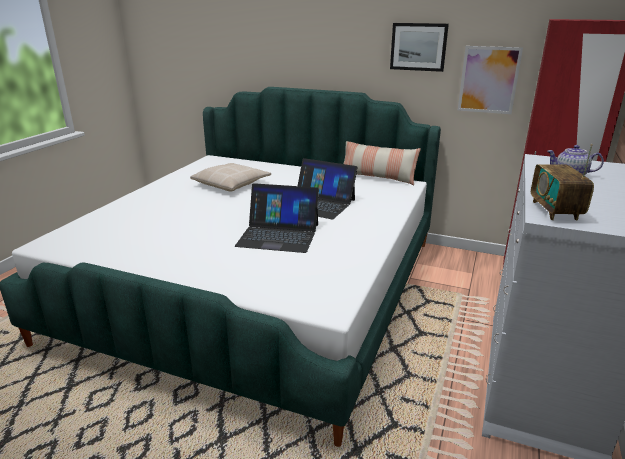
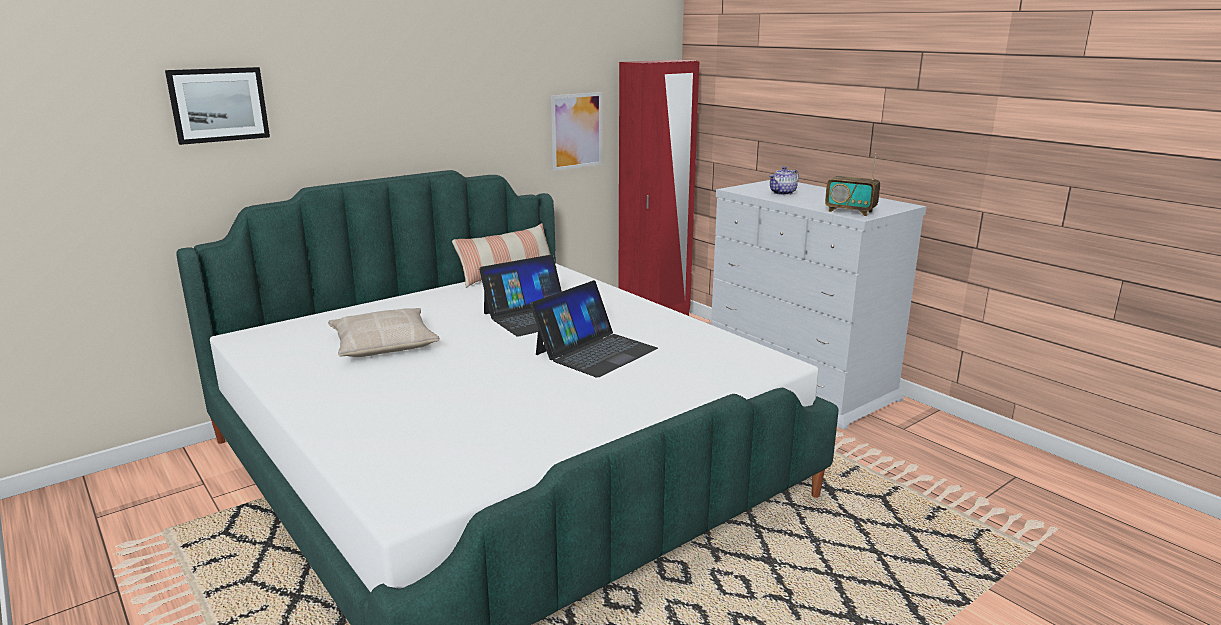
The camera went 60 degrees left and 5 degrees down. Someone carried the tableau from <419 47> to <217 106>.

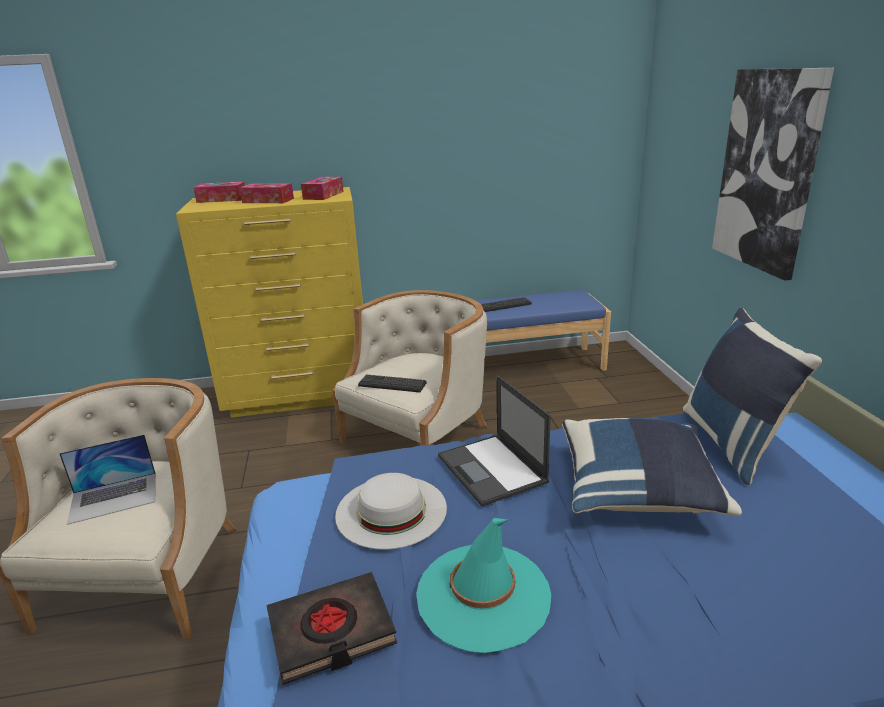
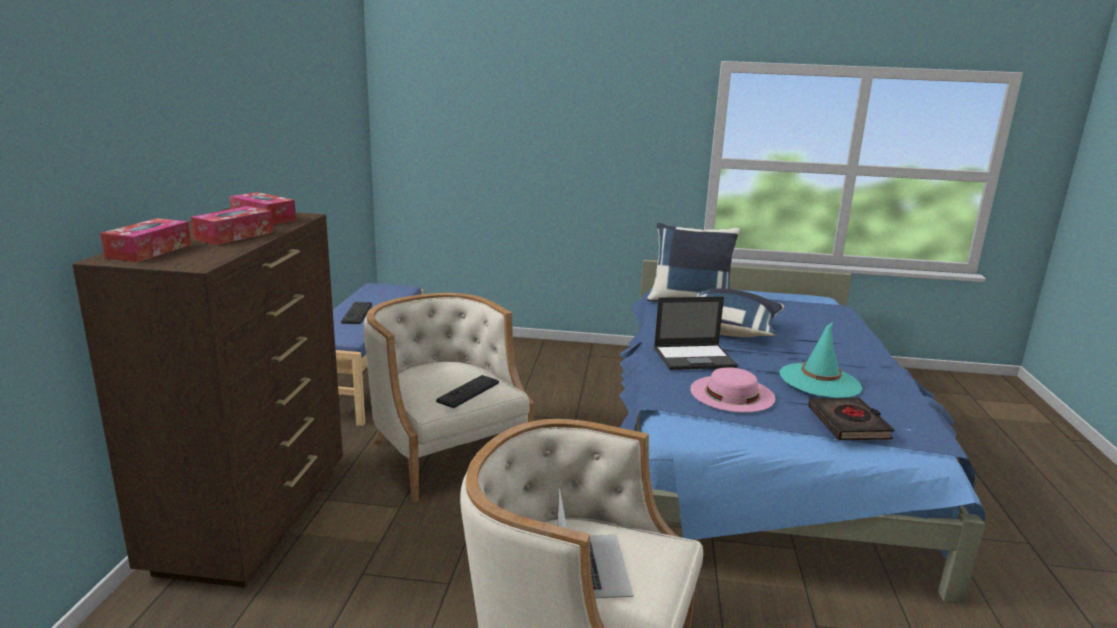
The camera went 75 degrees left and 5 degrees down. Someone took away the tableau at <773 174>. Someone repainted the commode (jaune) at <269 302>, which became the commode (marron) at <207 398>. Someone repainted the chapeau (blanc) at <391 511>, which became the chapeau (rose) at <732 389>.

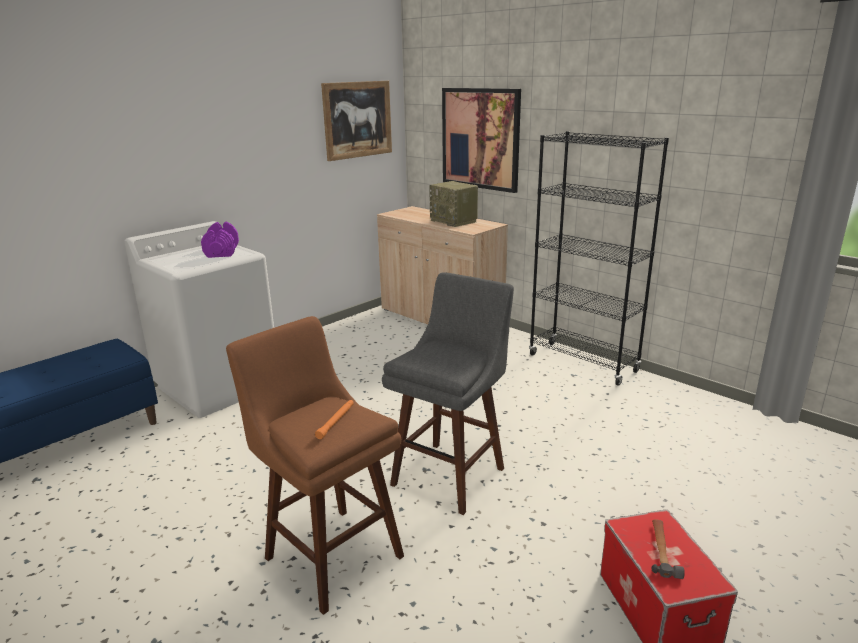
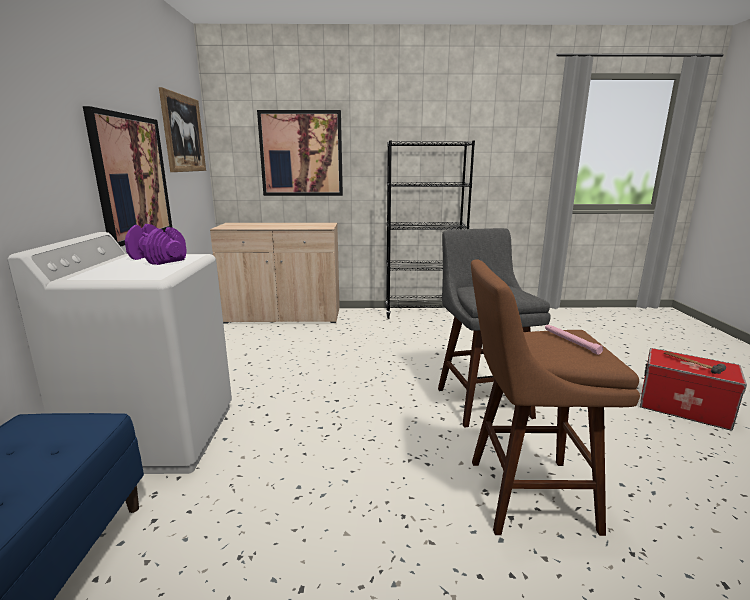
The camera went 45 degrees left and 5 degrees down. Someone took away the radio at <453 204>. Someone put up the tableau at <127 176>. Someone repainted the lampe de poche (orange) at <334 419>, which became the lampe de poche (rose) at <574 340>.

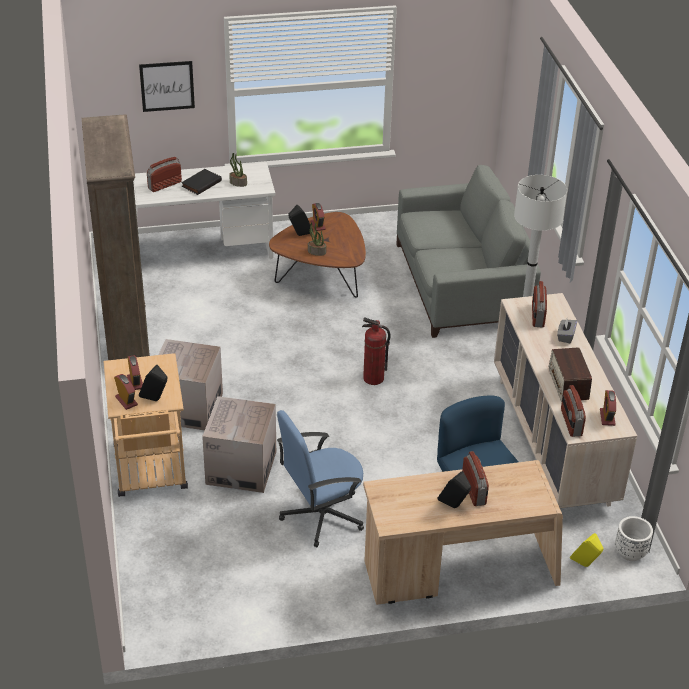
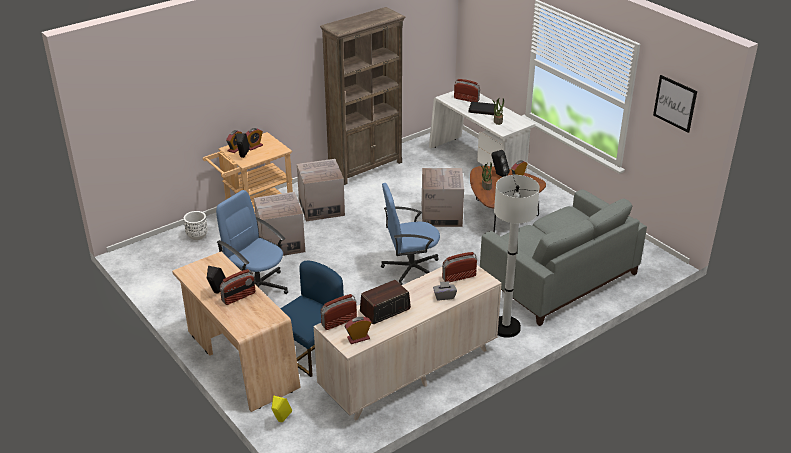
The camera went 65 degrees right and 5 degrees down. Someone put down the carton at <443 197>. Someone carried the tableau from <167 86> to <675 104>. Someone carried the cache-pot (blanc) from <634 538> to <196 225>. Someone swapped the extincteur at <376 351> for the chaise de bureau (bleu) at <410 234>.

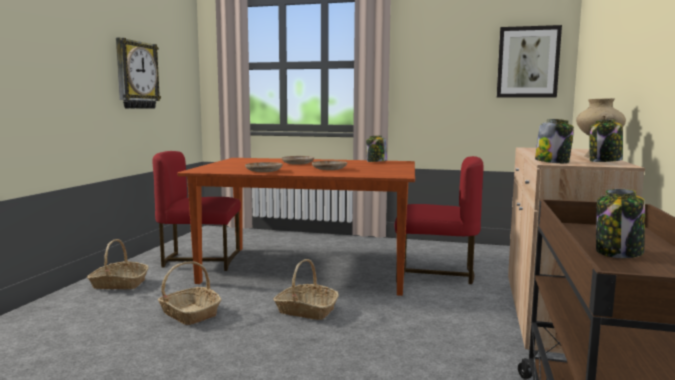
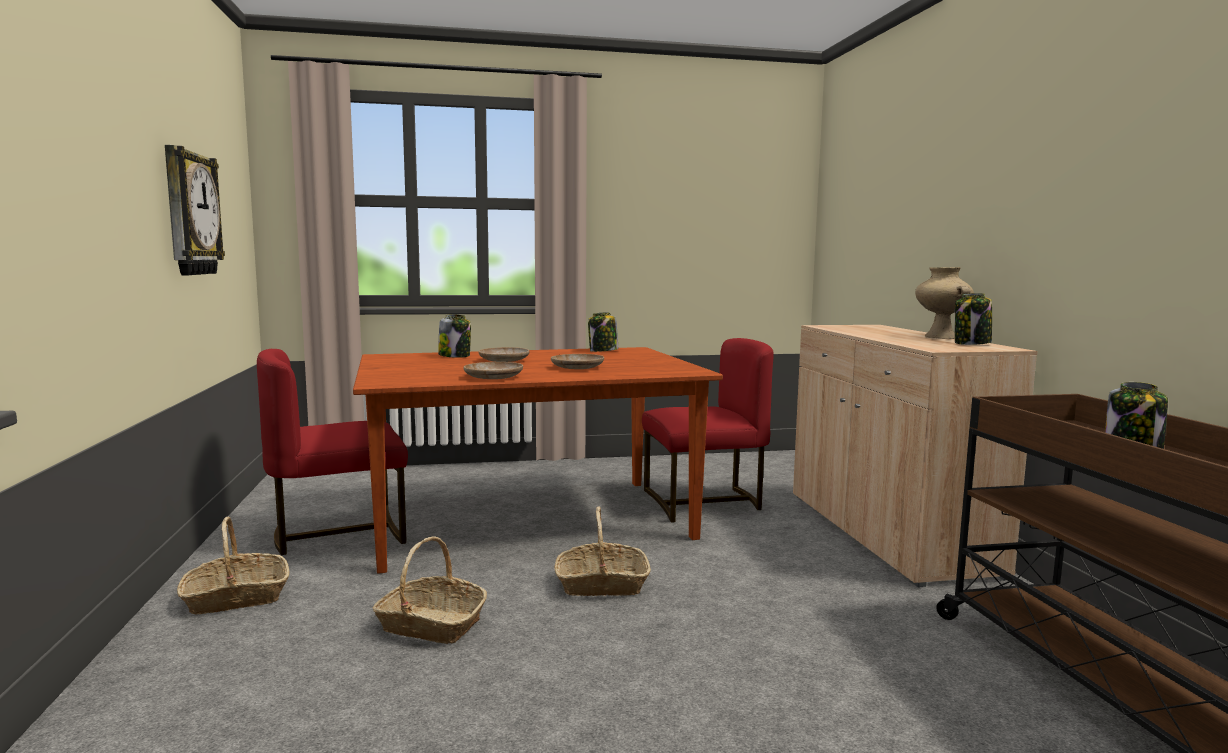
The camera went 25 degrees left and 0 degrees up. Someone took away the tableau at <529 61>. Someone carried the bocal from <554 141> to <454 336>.

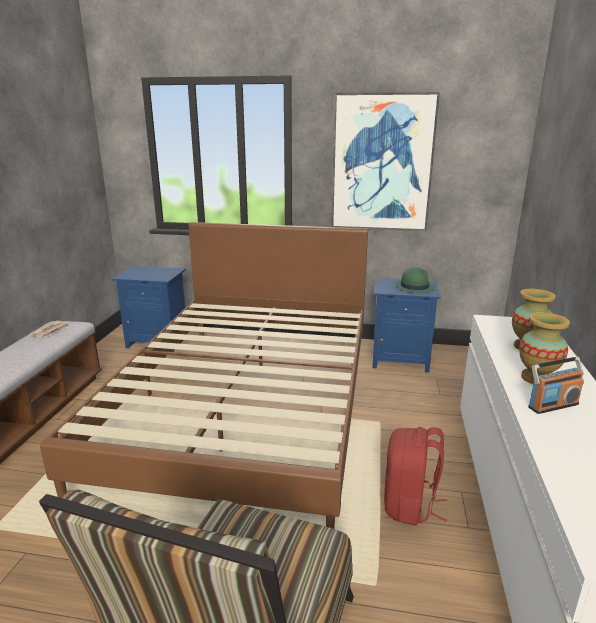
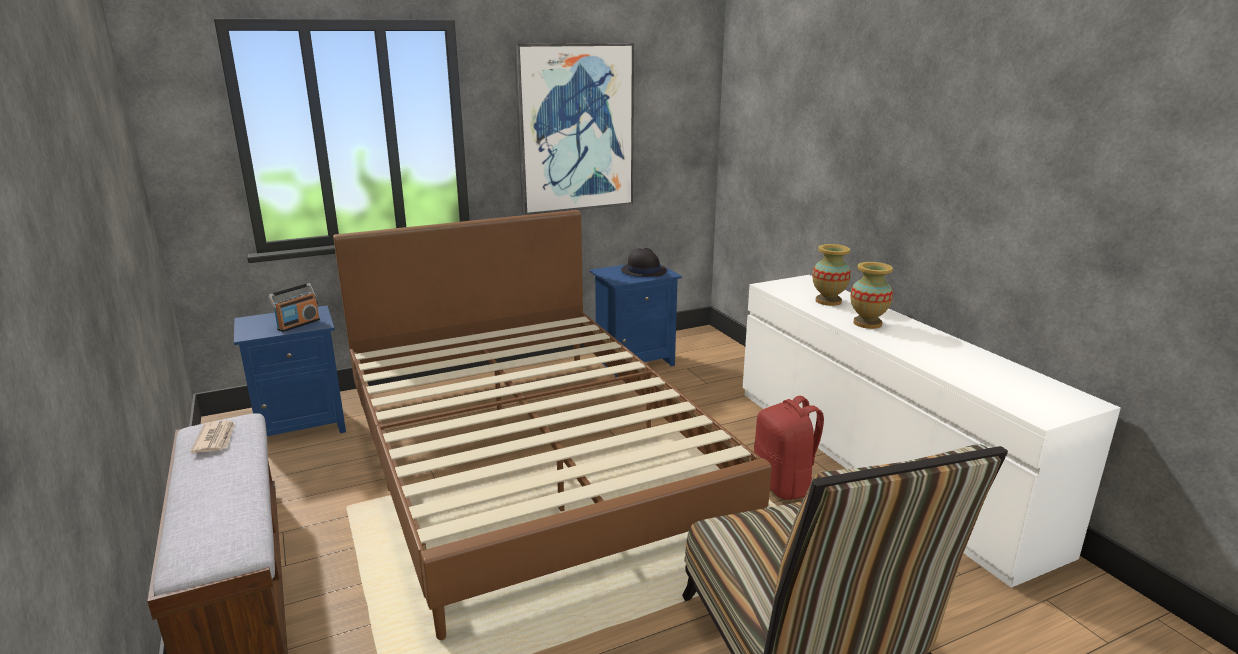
The camera went 35 degrees left and 0 degrees up. Someone carried the radio from <556 385> to <294 307>. Someone repainted the chapeau (vert) at <415 280>, which became the chapeau (noir) at <644 262>.

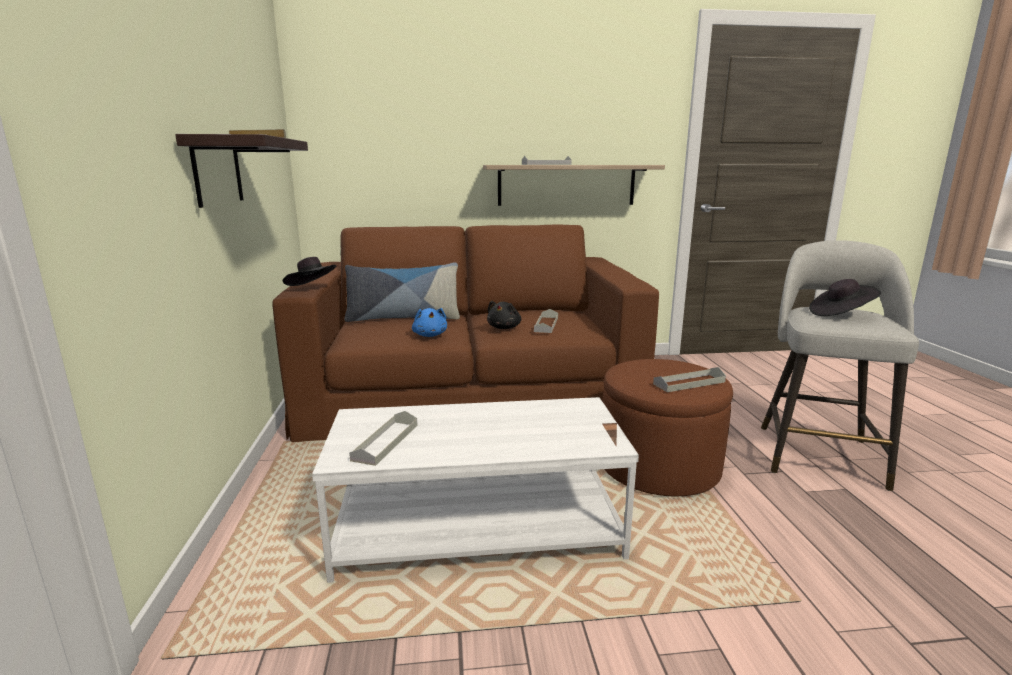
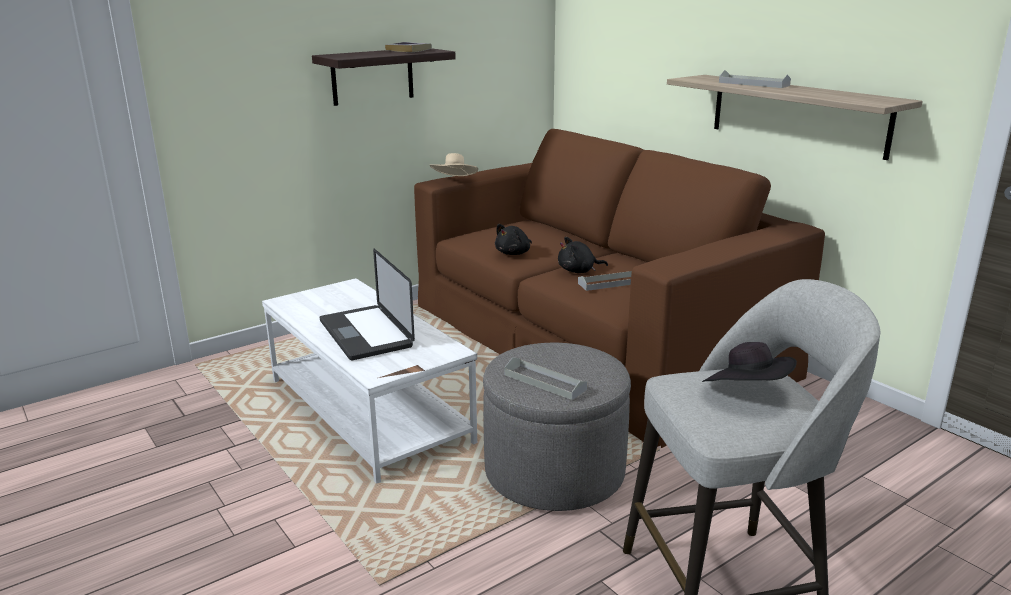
The camera went 60 degrees right and 5 degrees up. Someone took away the coussin at <402 292>. Someone took away the plateau (gris) at <383 438>. Someone put down the ordinateur portable at <367 304>. Someone repainted the chapeau (noir) at <310 271>, which became the chapeau (beige) at <454 164>. Someone repainted the peluche (bleu) at <429 322>, which became the peluche (noir) at <513 239>. Someone repainted the pouf (marron) at <667 427>, which became the pouf (gris) at <557 427>.

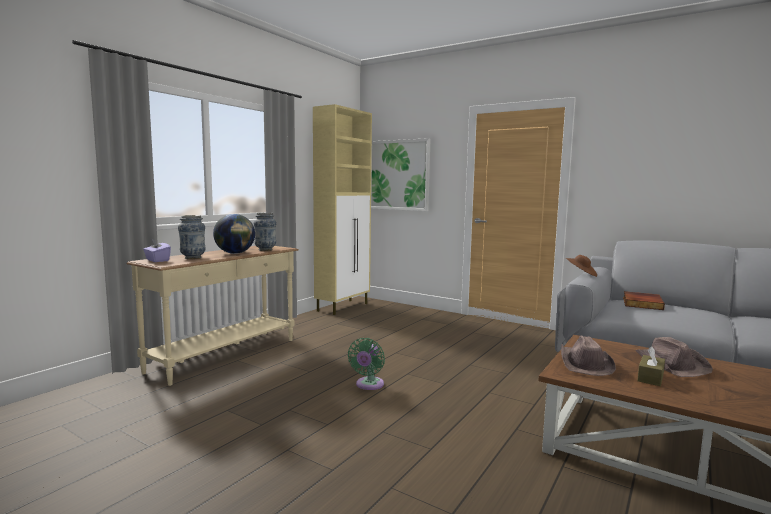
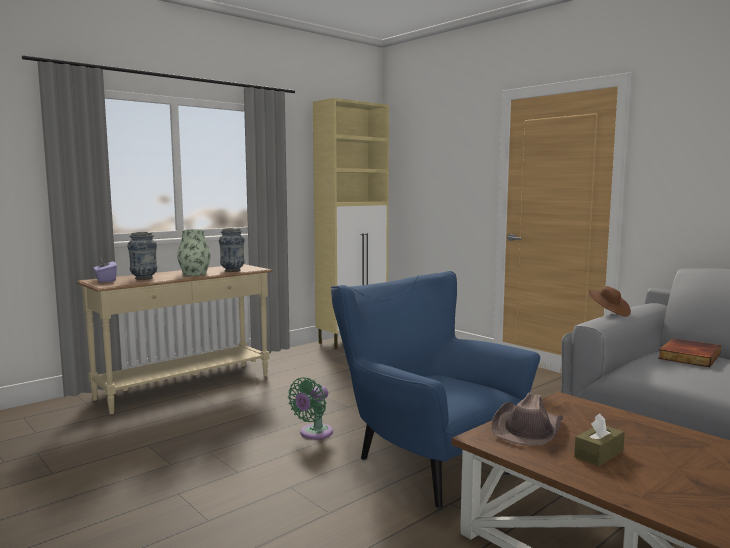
The camera went 15 degrees right and 0 degrees up. Someone took away the tableau at <400 174>. Someone took away the chapeau (marron) at <674 357>. Someone put down the fauteuil (bleu) at <435 390>. Someone swapped the globe at <234 234> for the vase at <194 252>.

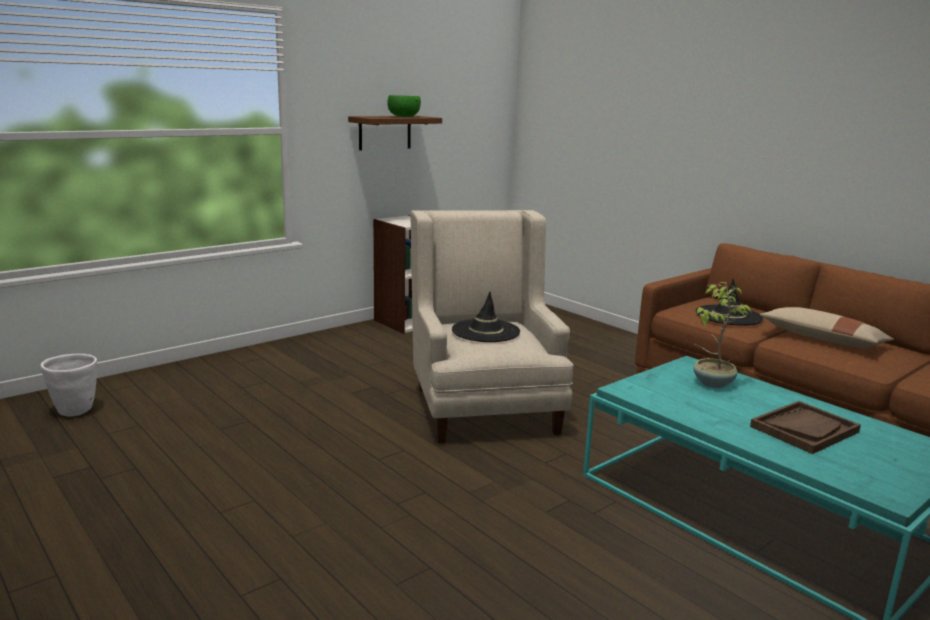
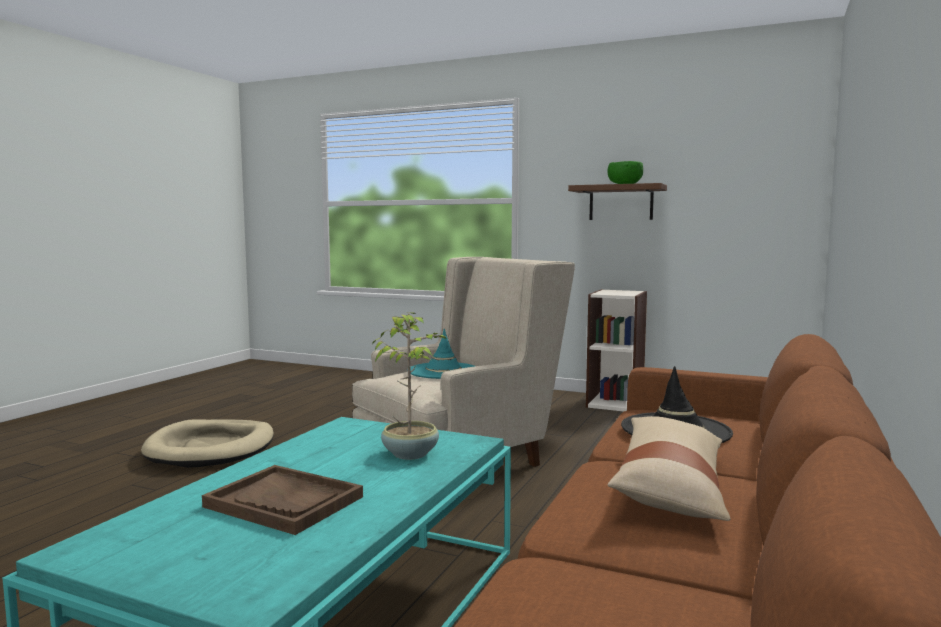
The camera went 65 degrees right and 10 degrees down. Someone took away the cache-pot (blanc) at <69 385>. Someone put down the panier pour chien (beige) at <207 443>. Someone repainted the chapeau (noir) at <486 316>, which became the chapeau (turquoise) at <441 354>.

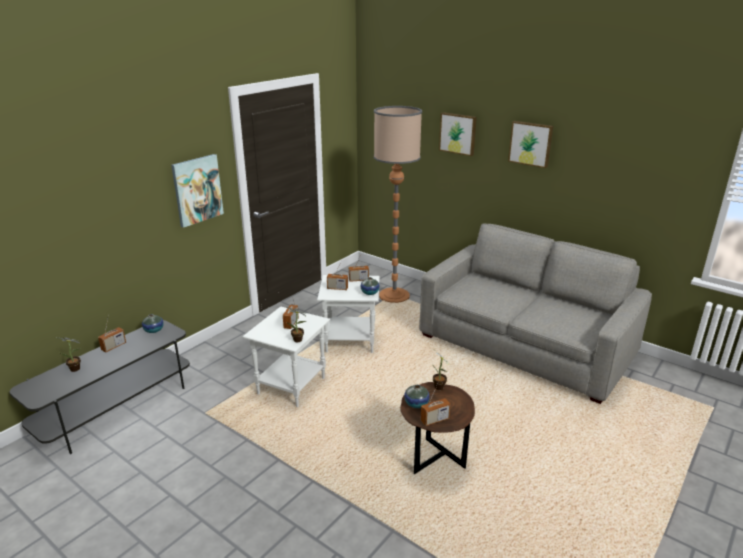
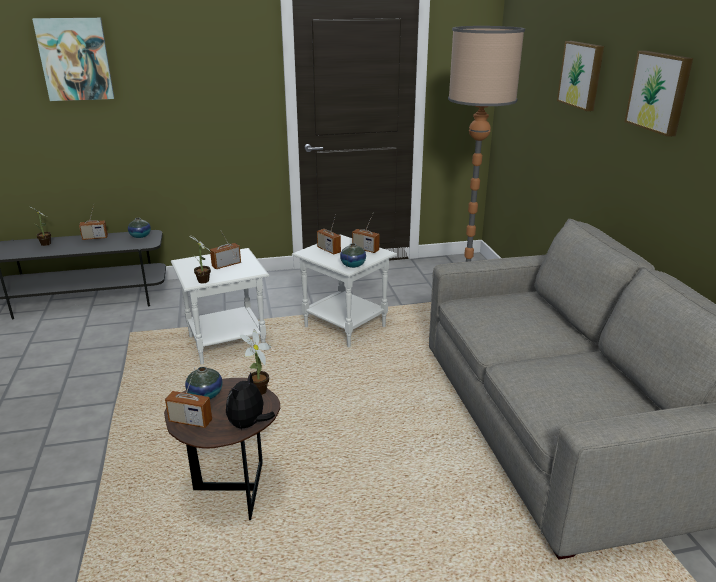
The camera went 40 degrees right and 0 degrees up. Someone put down the peluche at <250 401>. Someone carried the tableau from <197 191> to <73 59>.

